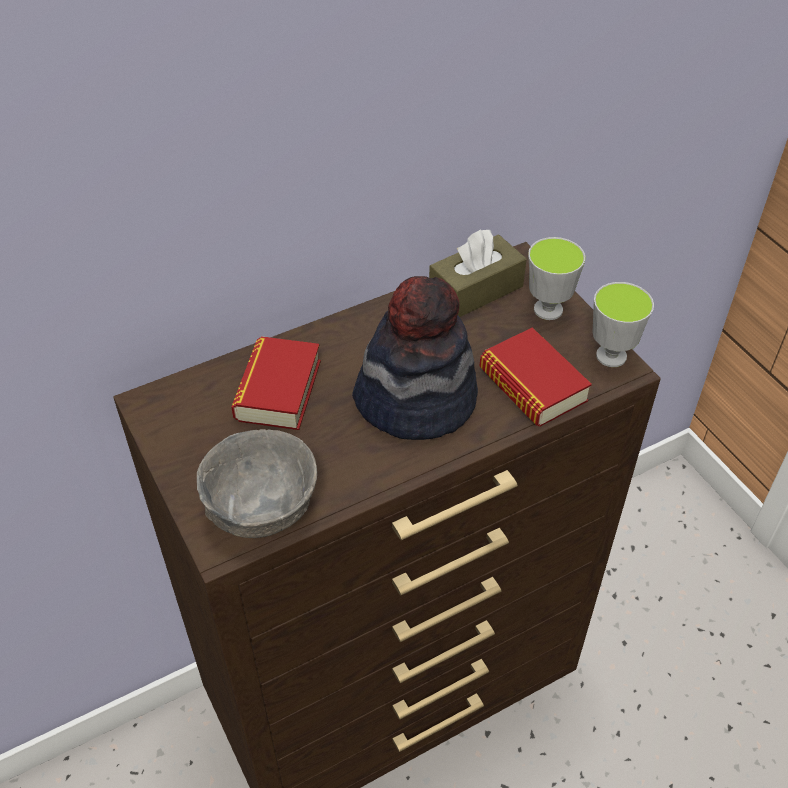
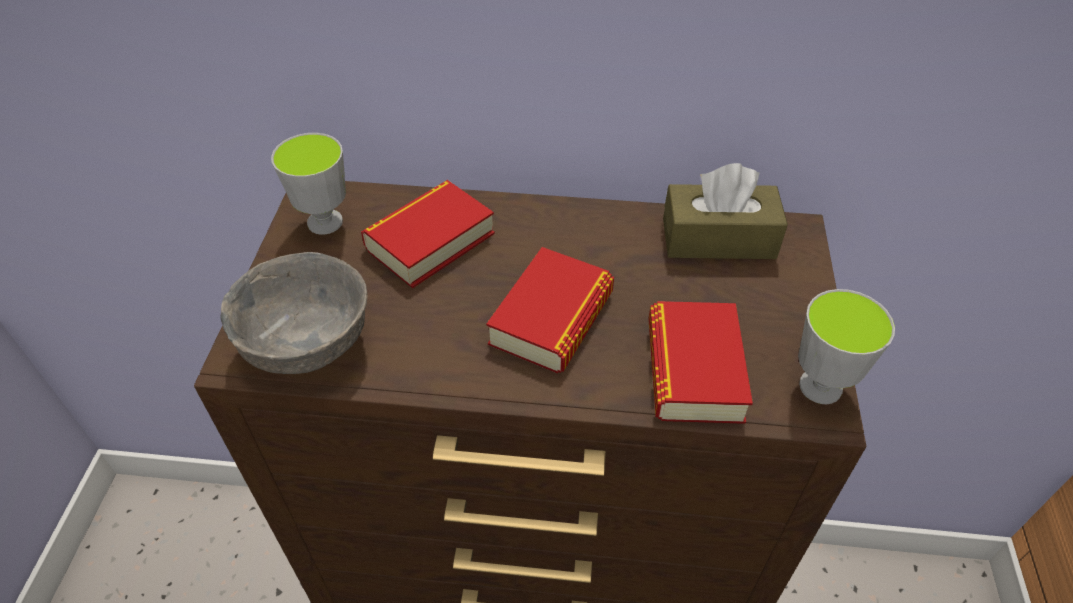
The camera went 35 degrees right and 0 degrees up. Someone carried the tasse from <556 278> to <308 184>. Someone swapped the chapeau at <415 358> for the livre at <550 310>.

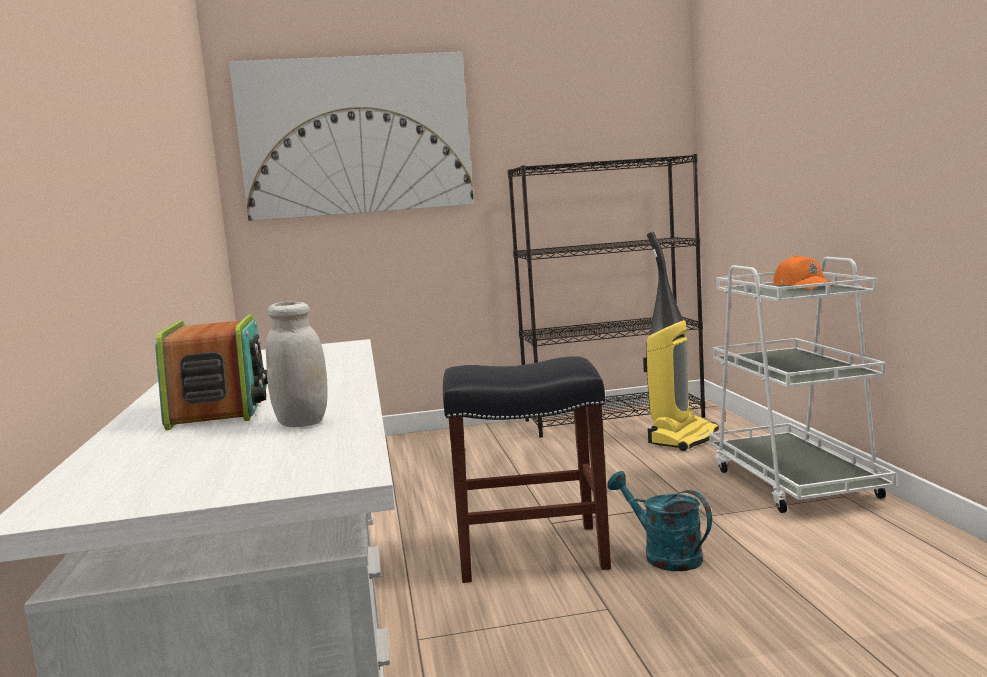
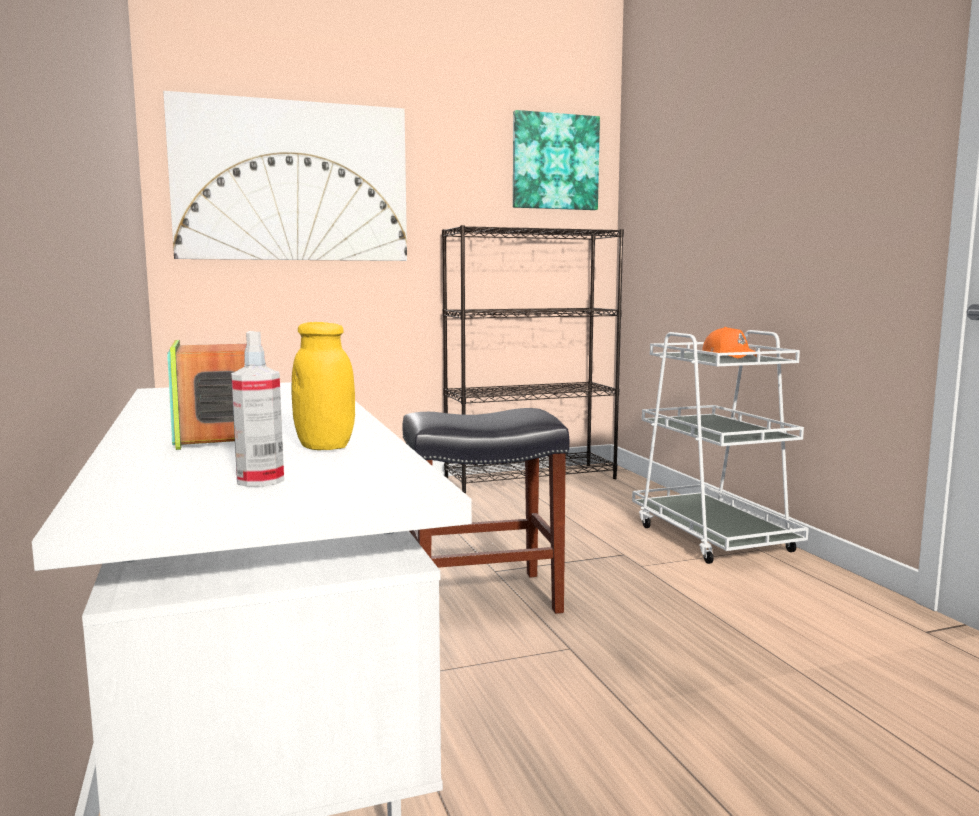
The camera went 10 degrees left and 0 degrees up. Someone took away the arrosoir (turquoise) at <659 521>. Someone took away the aspirateur at <681 341>. Someone put down the vaporisateur at <257 409>. Someone put up the tableau at <556 160>. Someone repainted the bocal (blanc) at <297 364>, which became the bocal (jaune) at <323 386>.

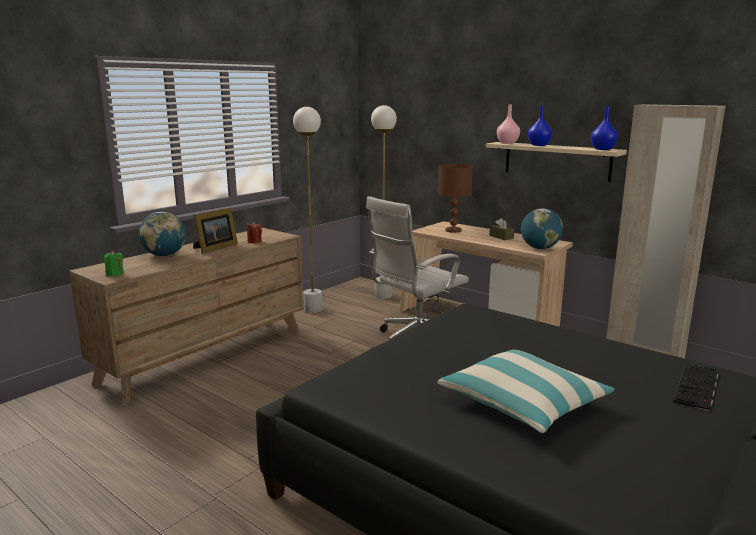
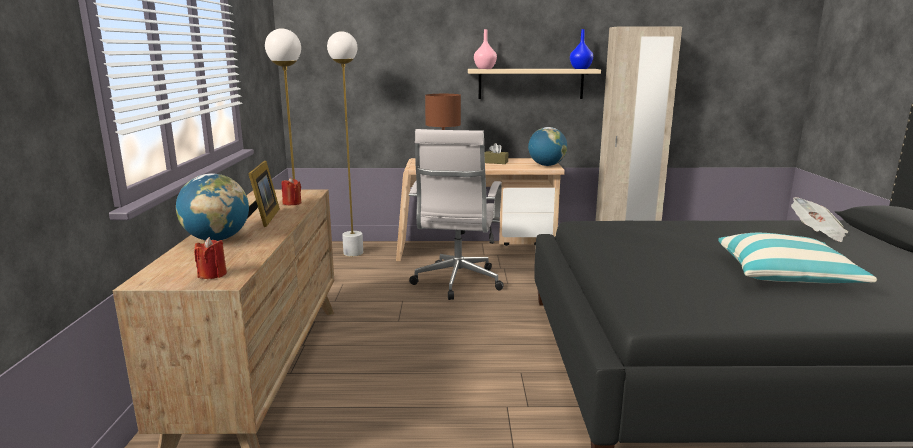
The camera went 40 degrees left and 0 degrees up. Someone took away the vase (bleu) at <540 125>. Someone swapped the clavier at <695 387> for the journal at <819 219>. Someone repainted the bougie (vert) at <114 263>, which became the bougie (rouge) at <210 258>.

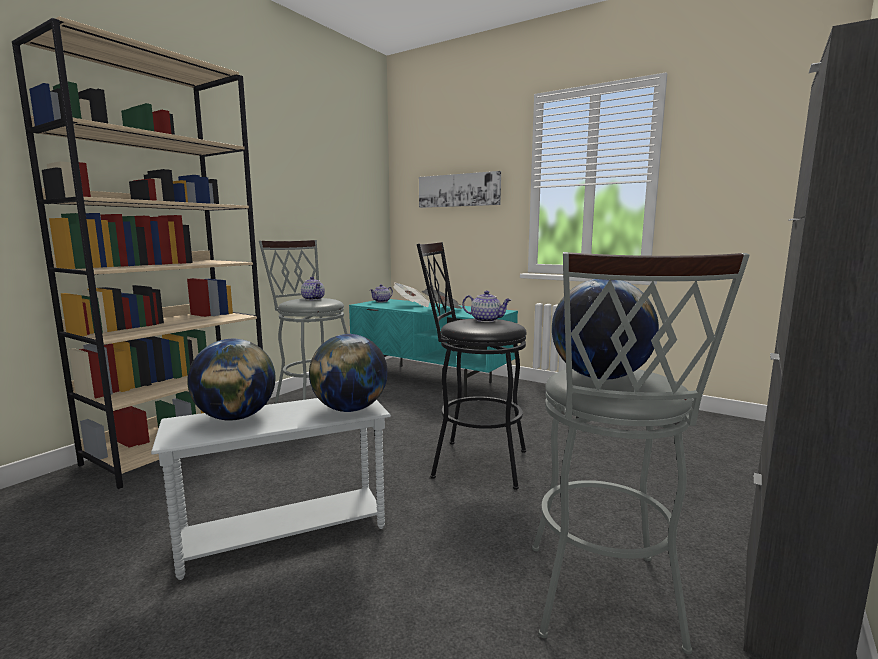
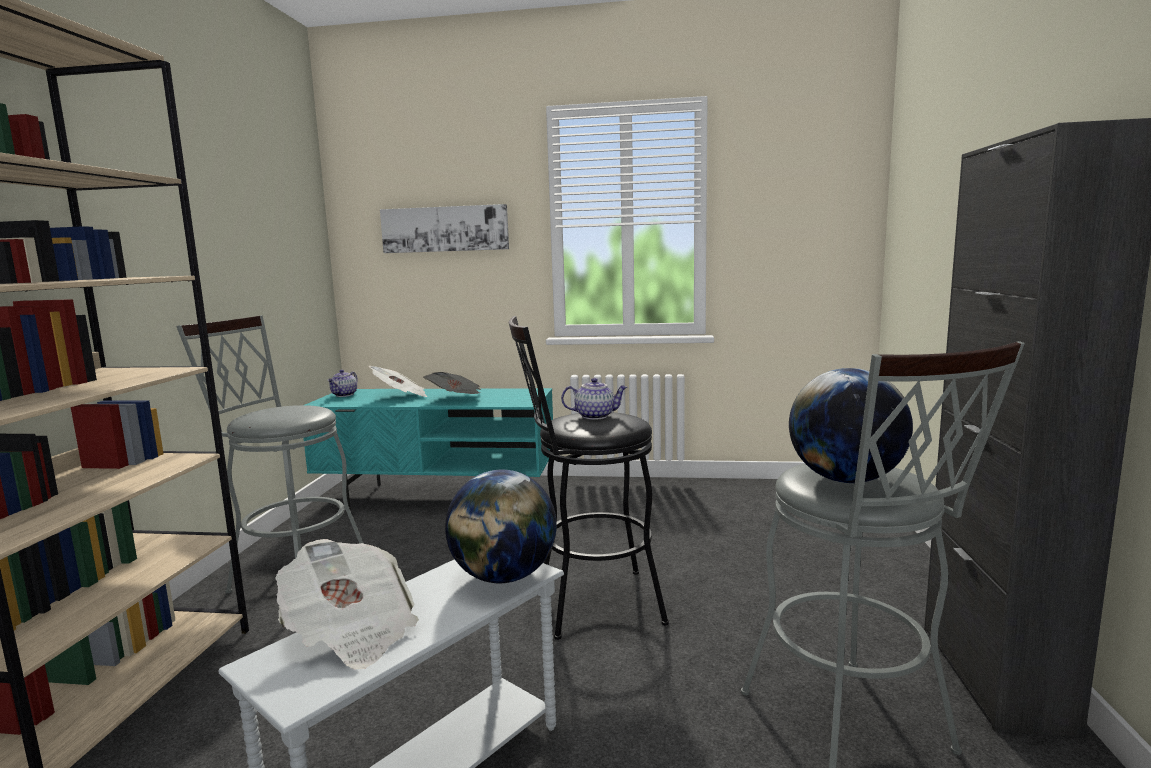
The camera went 25 degrees left and 0 degrees up. Someone took away the théière at <313 288>. Someone swapped the globe at <231 380> for the journal at <347 604>.

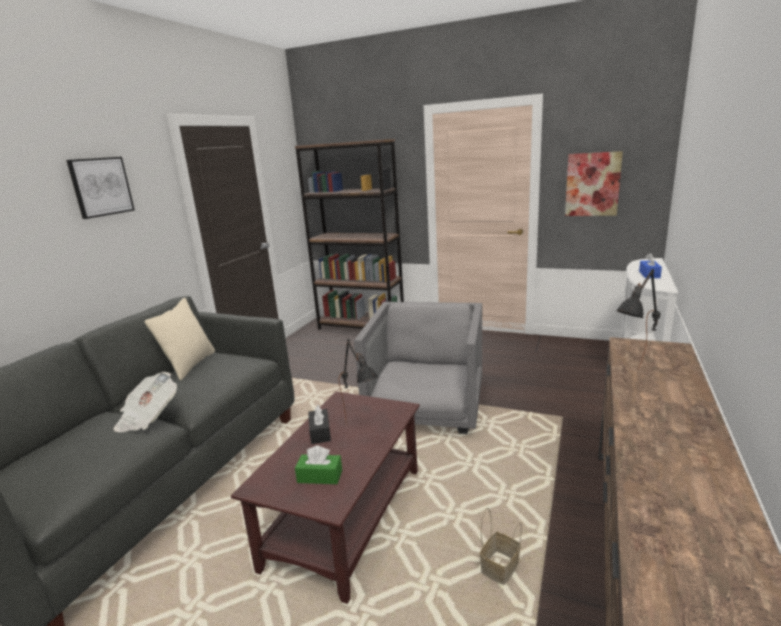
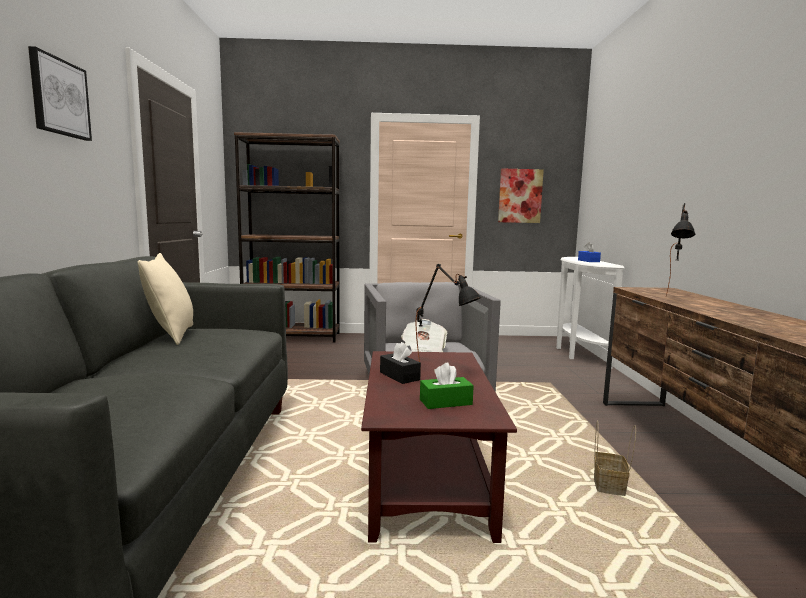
The camera went 25 degrees left and 10 degrees down. Someone carried the journal from <145 402> to <424 335>.

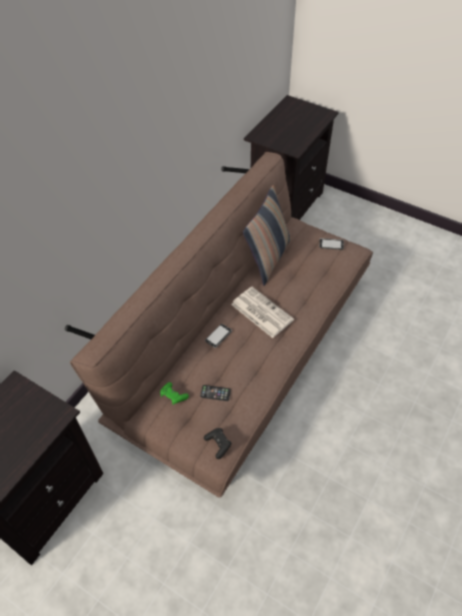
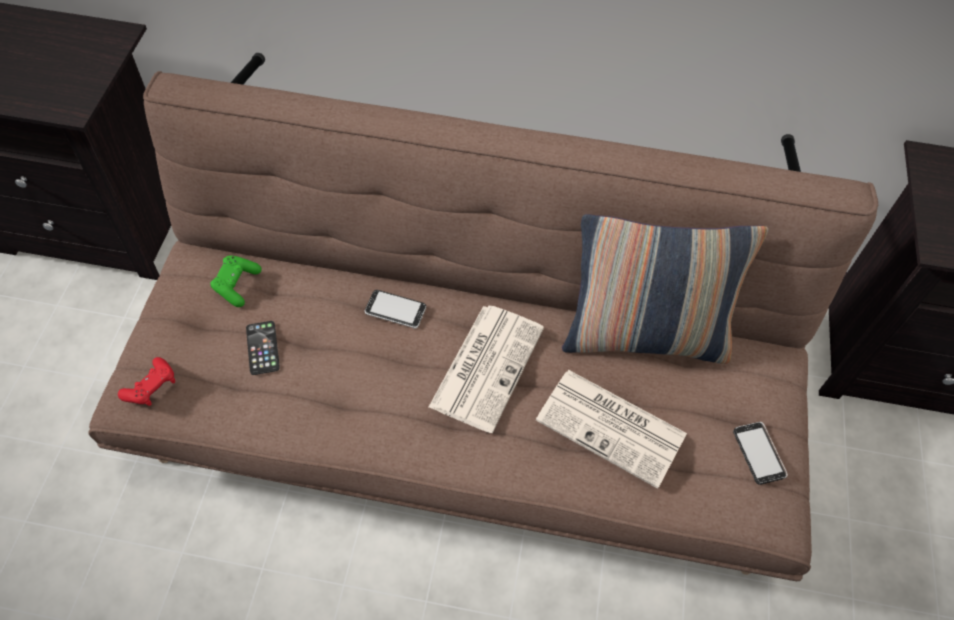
The camera went 65 degrees right and 5 degrees up. Someone put down the journal at <611 429>. Someone repainted the manette (noir) at <218 443>, which became the manette (rouge) at <146 381>.

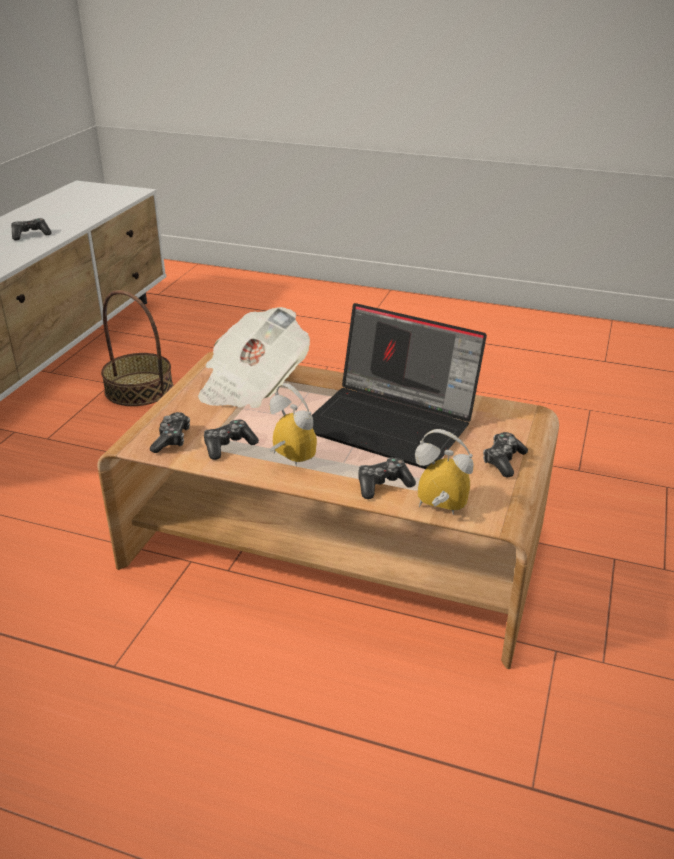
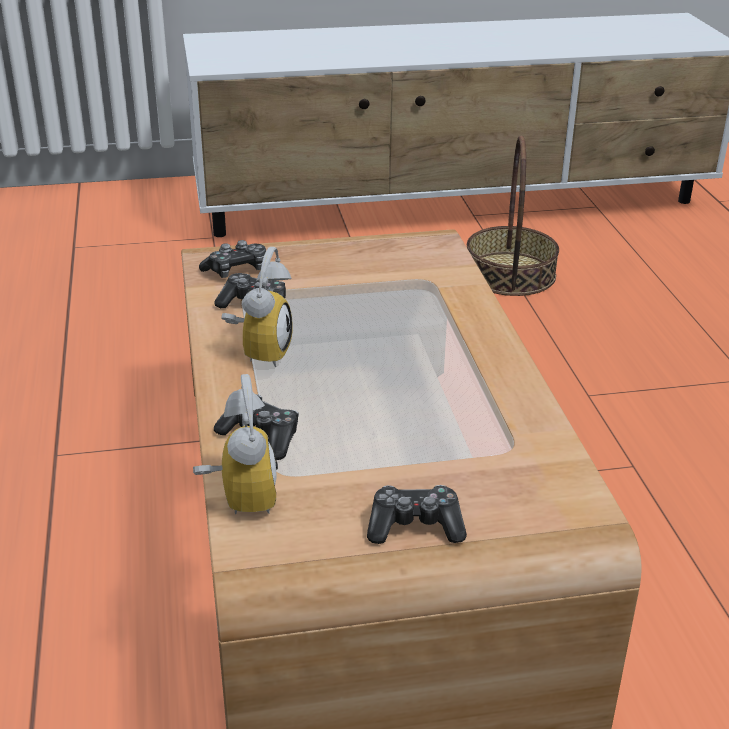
The camera went 60 degrees right and 0 degrees up. Someone took away the manette at <31 229>. Someone took away the journal at <254 357>. Someone took away the ordinateur portable at <399 386>.

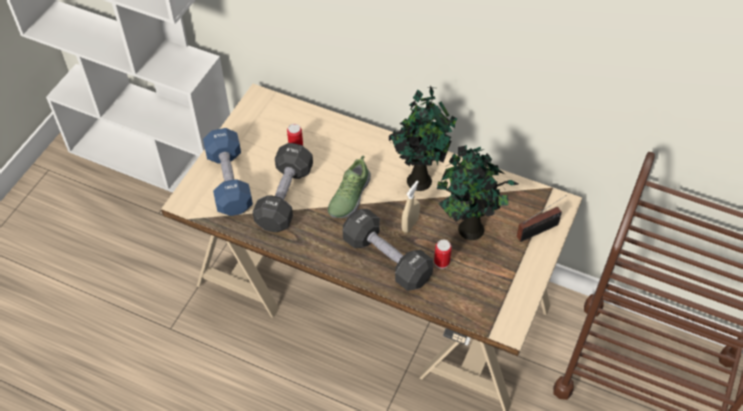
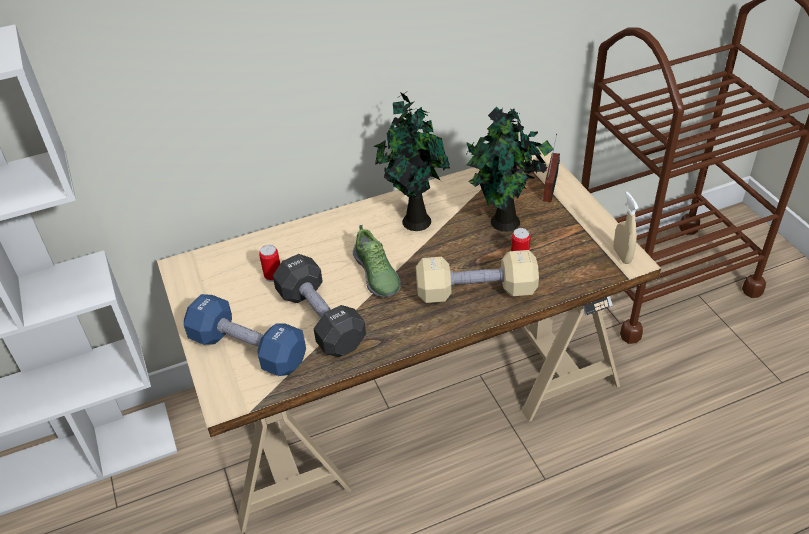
The camera went 45 degrees left and 10 degrees down. Someone carried the vaporisateur (beige) from <410 206> to <626 228>. Someone repainted the haltère (noir) at <388 250>, which became the haltère (beige) at <477 276>.

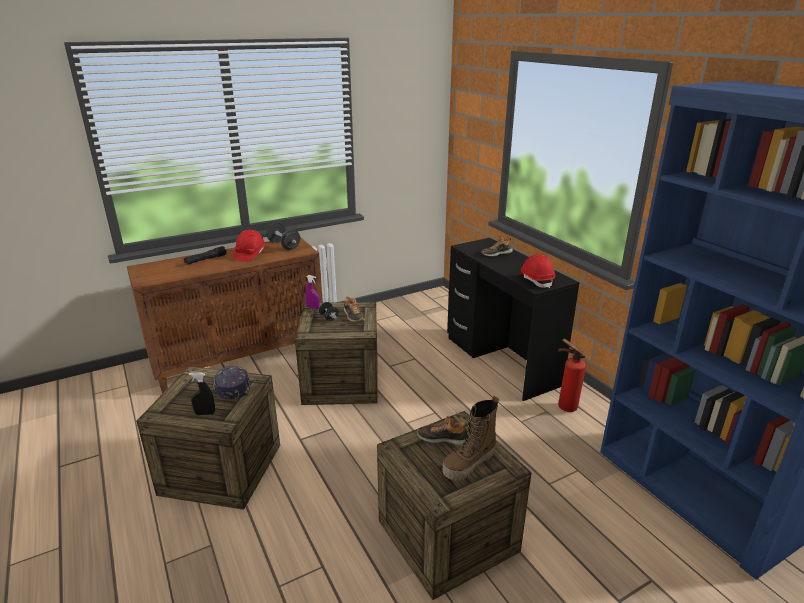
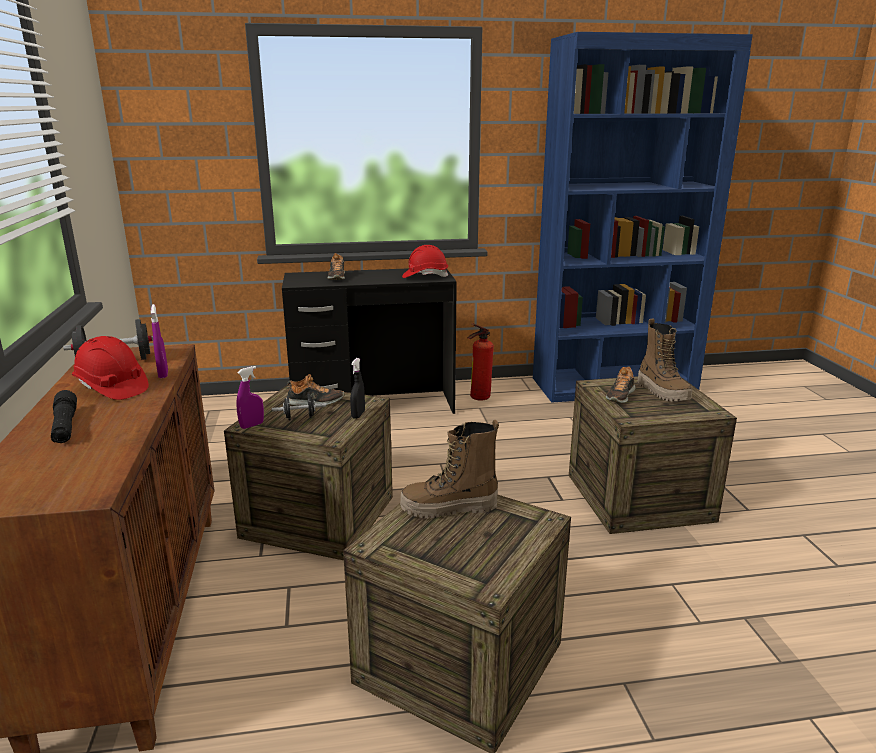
The camera went 70 degrees left and 5 degrees down. Someone put down the vaporisateur (violet) at <159 341>. Someone carried the vaporisateur (noir) from <202 393> to <357 388>. Someone swapped the casquette at <231 383> for the botte at <449 469>.

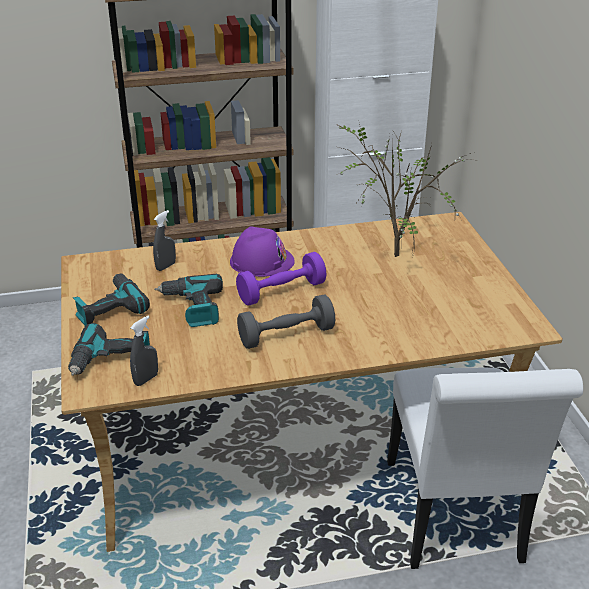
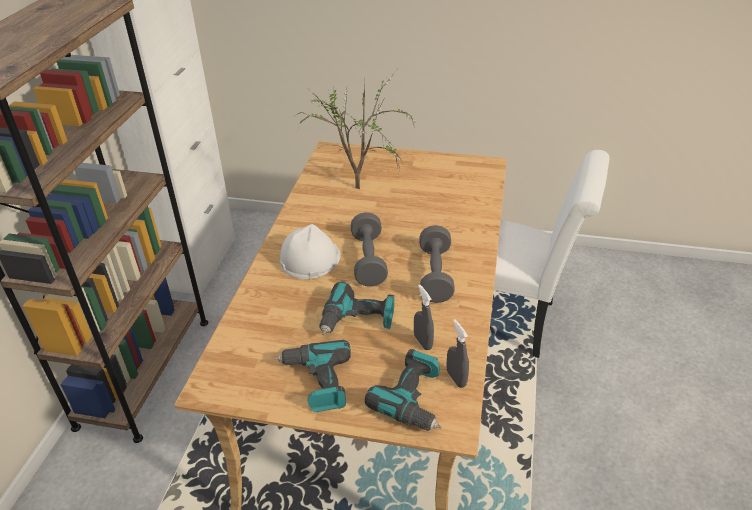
The camera went 65 degrees left and 5 degrees up. Someone carried the vaporisateur (gris) from <164 240> to <424 317>. Someone repainted the casque de chantier (violet) at <262 251>, which became the casque de chantier (blanc) at <310 251>. Someone repainted the haltère (violet) at <281 279>, which became the haltère (gris) at <369 249>.

